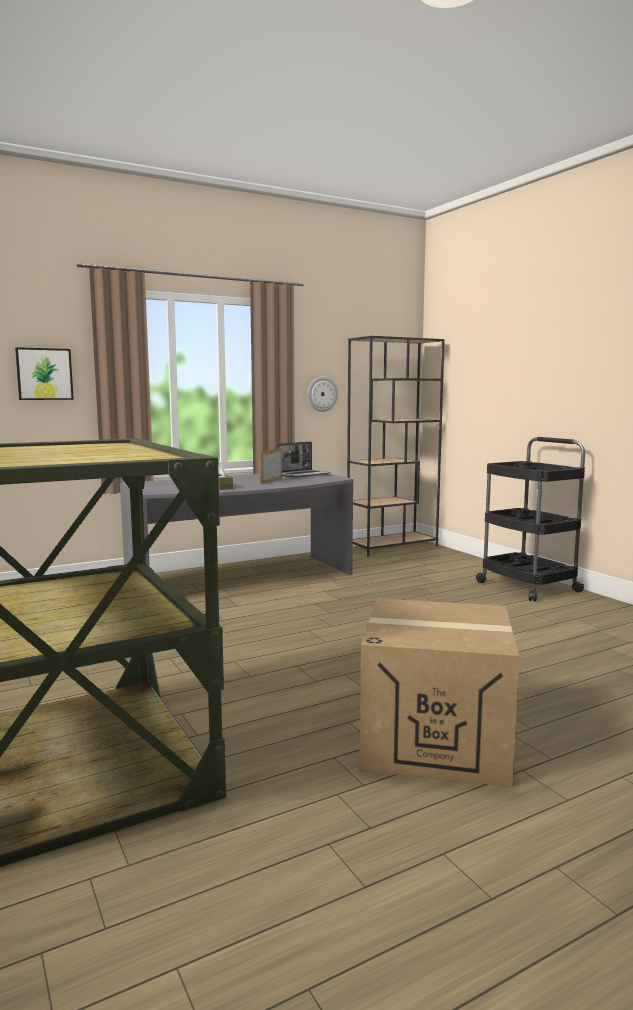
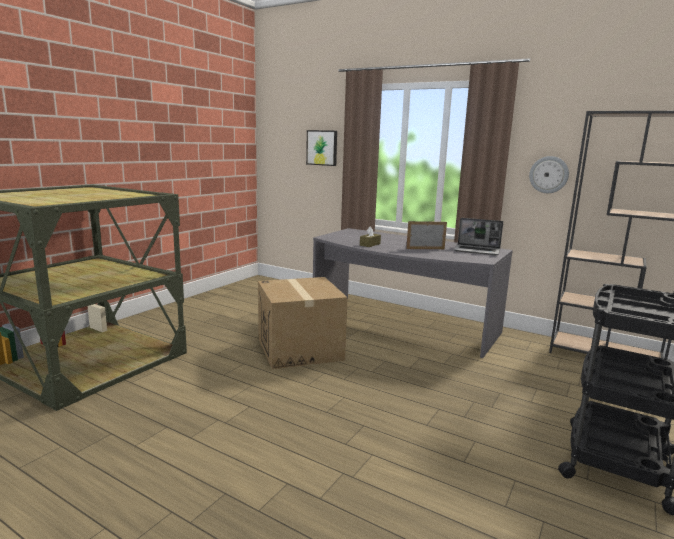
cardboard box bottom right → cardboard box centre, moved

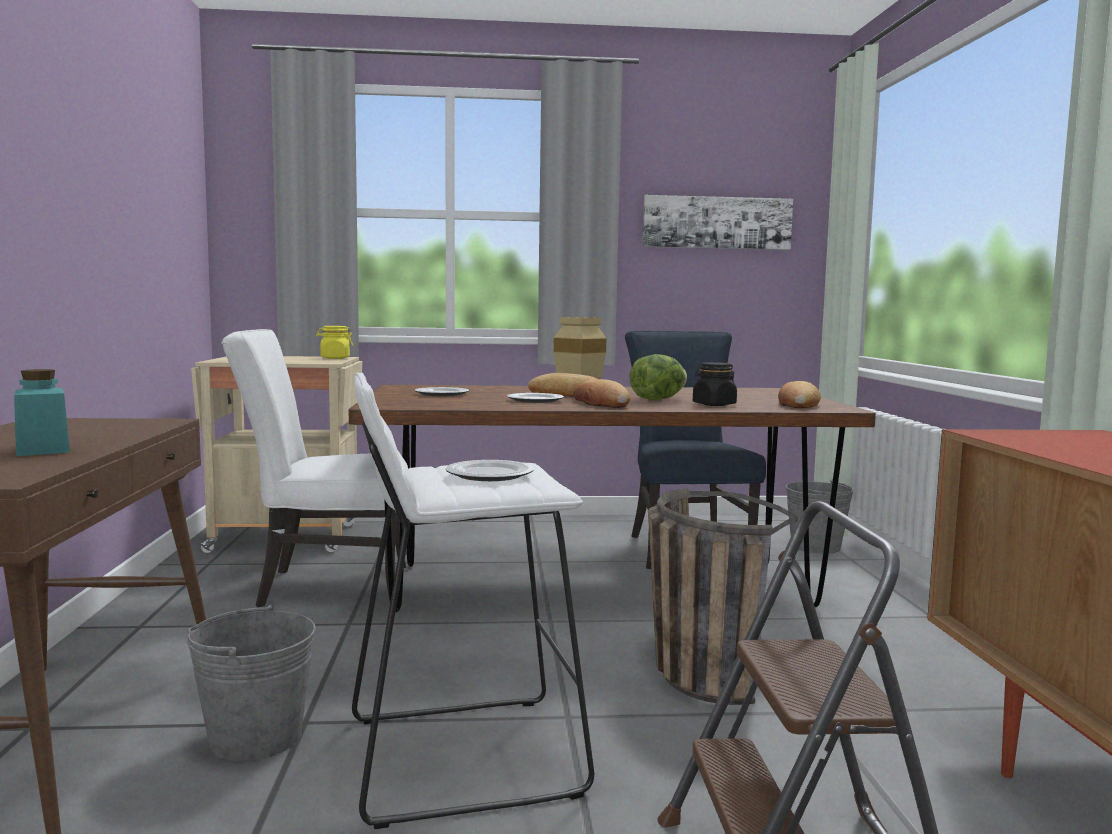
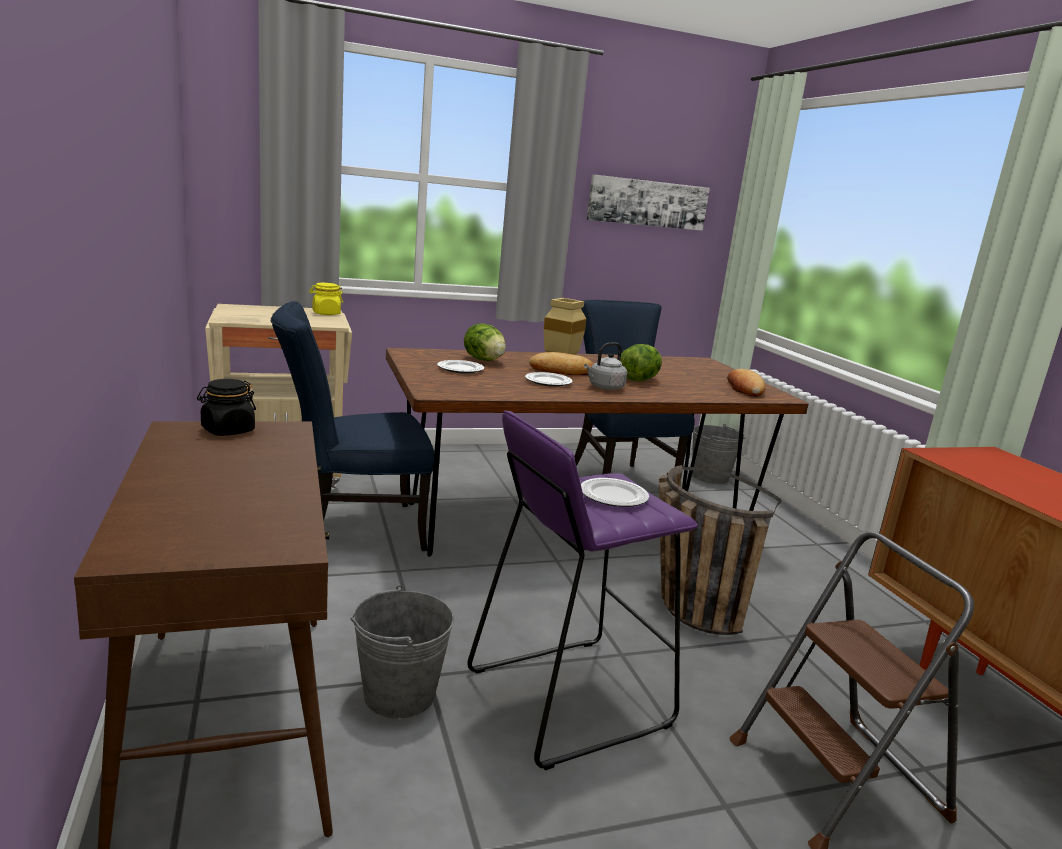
jar (turquoise) middle left → -
- → lettuce (1st from left) centre
jar (black) centre → jar (black) middle left, moved
bread (2nd from left) centre → kettle (grey) centre
chair (white) middle left → chair (blue) (1st from left) middle left
stool (white) bottom centre → stool (purple) bottom centre

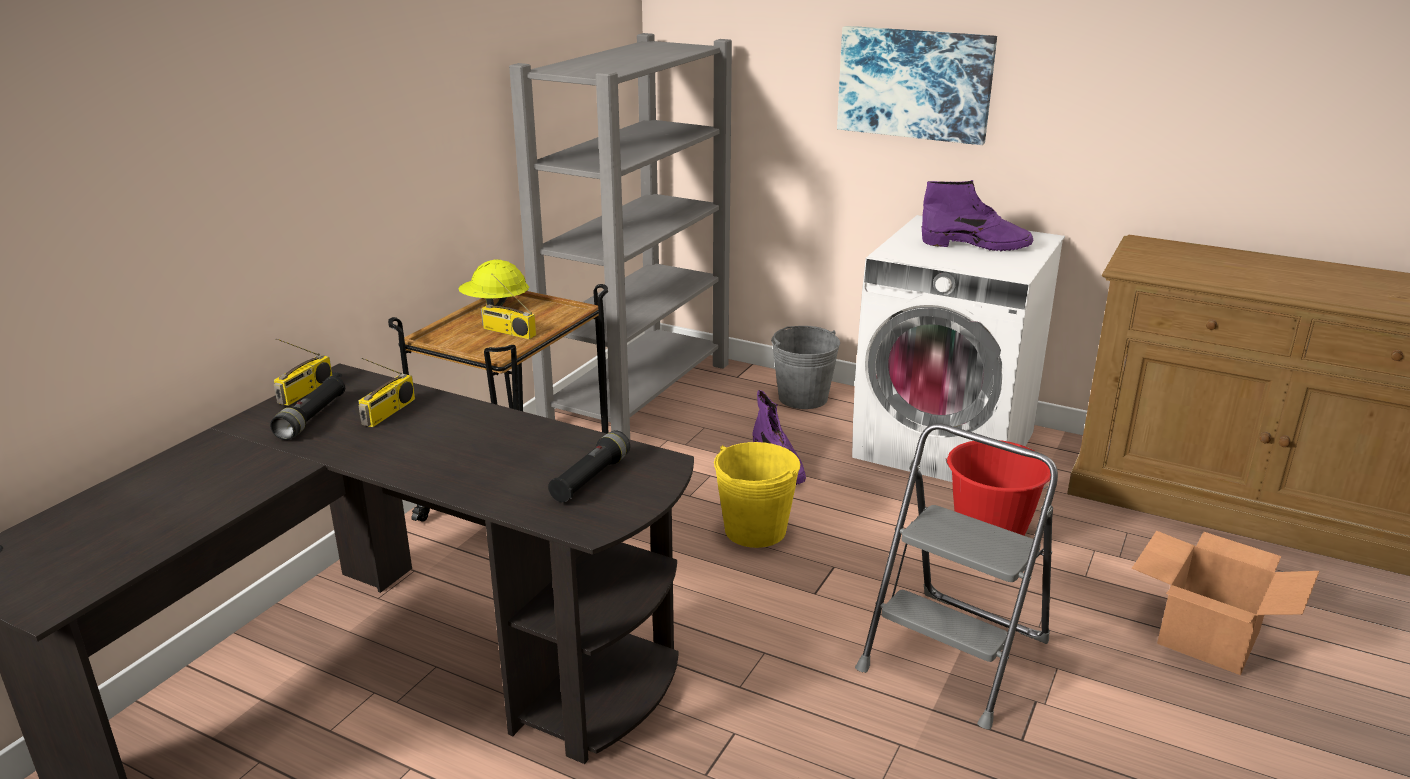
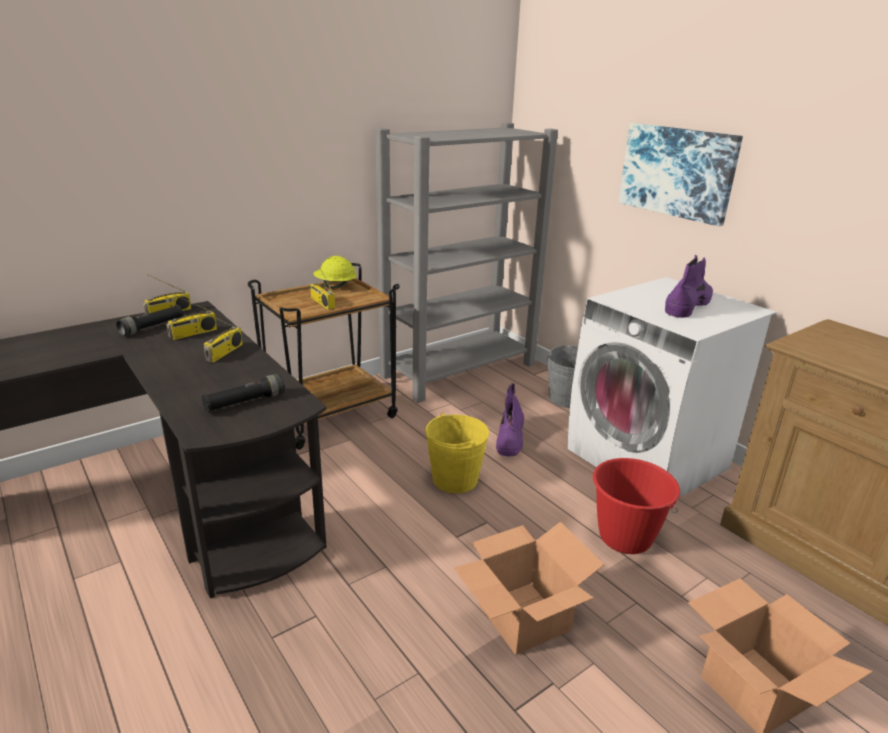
- → radio (3rd from left) middle left
step ladder (grey) bottom right → cardboard box (1st from left) bottom centre
boot (purple) (2nd from left) top right → boot (purple) (2nd from left) middle right, 90 degrees counterclockwise

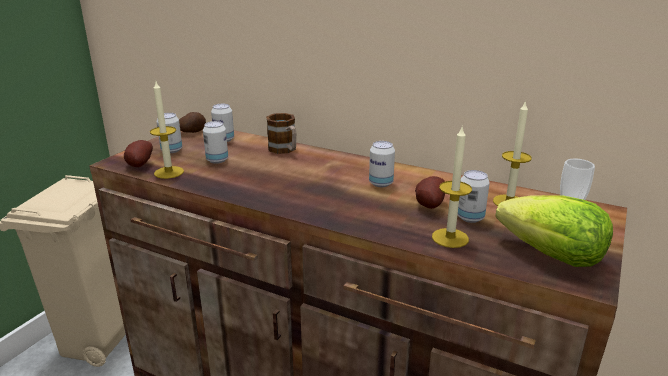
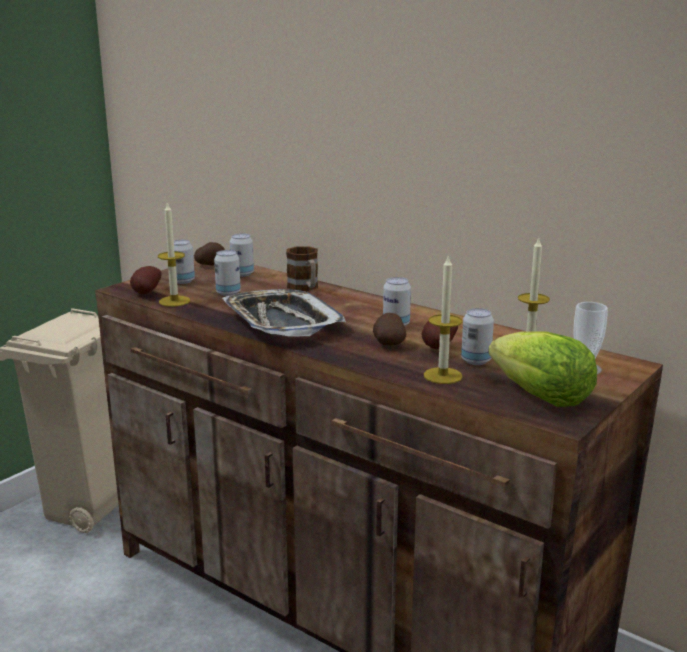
- → tray centre
- → potato (3rd from left) centre

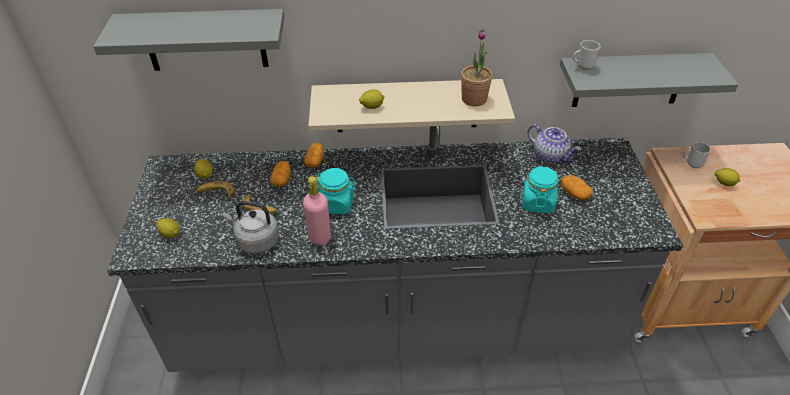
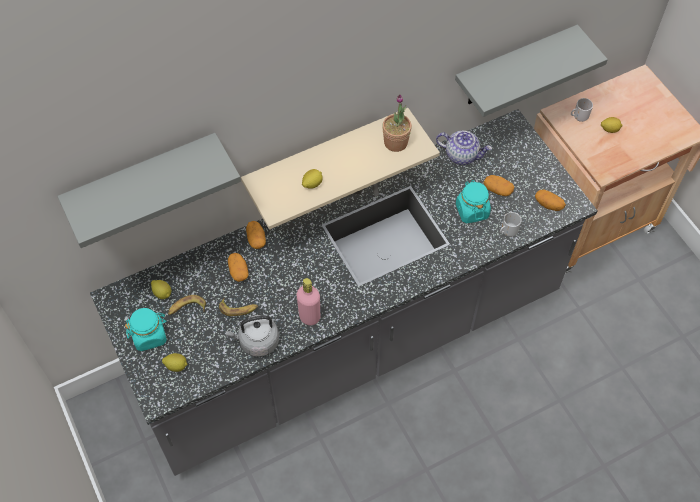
- → potato (4th from left) middle right
jar (turquoise) (1st from left) centre → jar (turquoise) (1st from left) middle left, moved
mug (1st from left) top right → mug (1st from left) middle right, moved

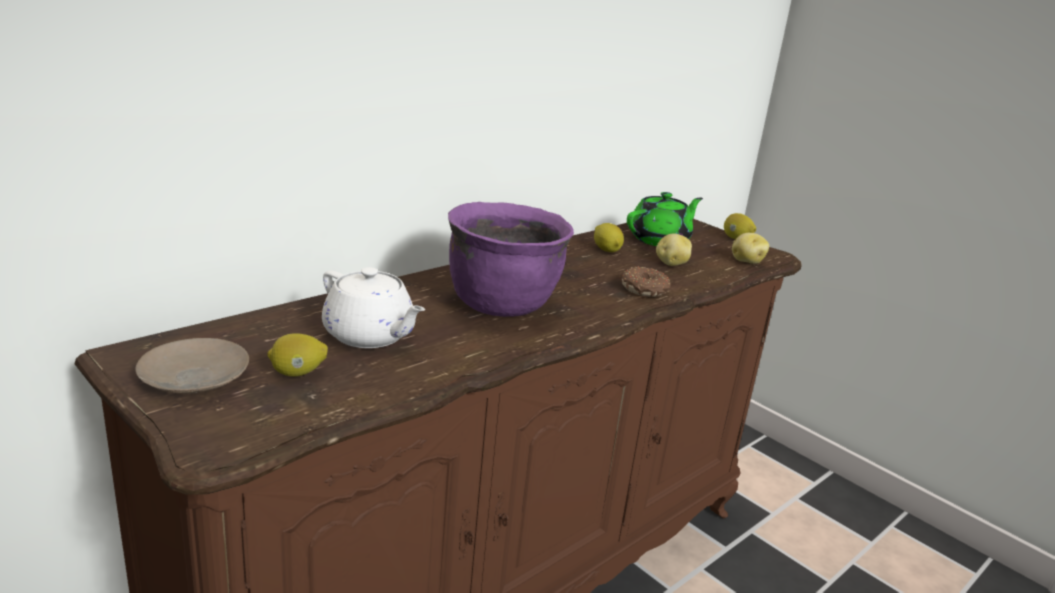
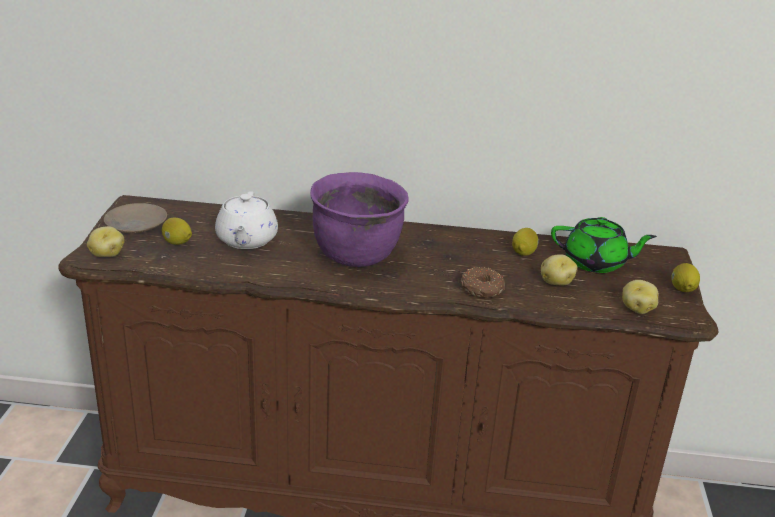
- → potato (1st from left) middle left

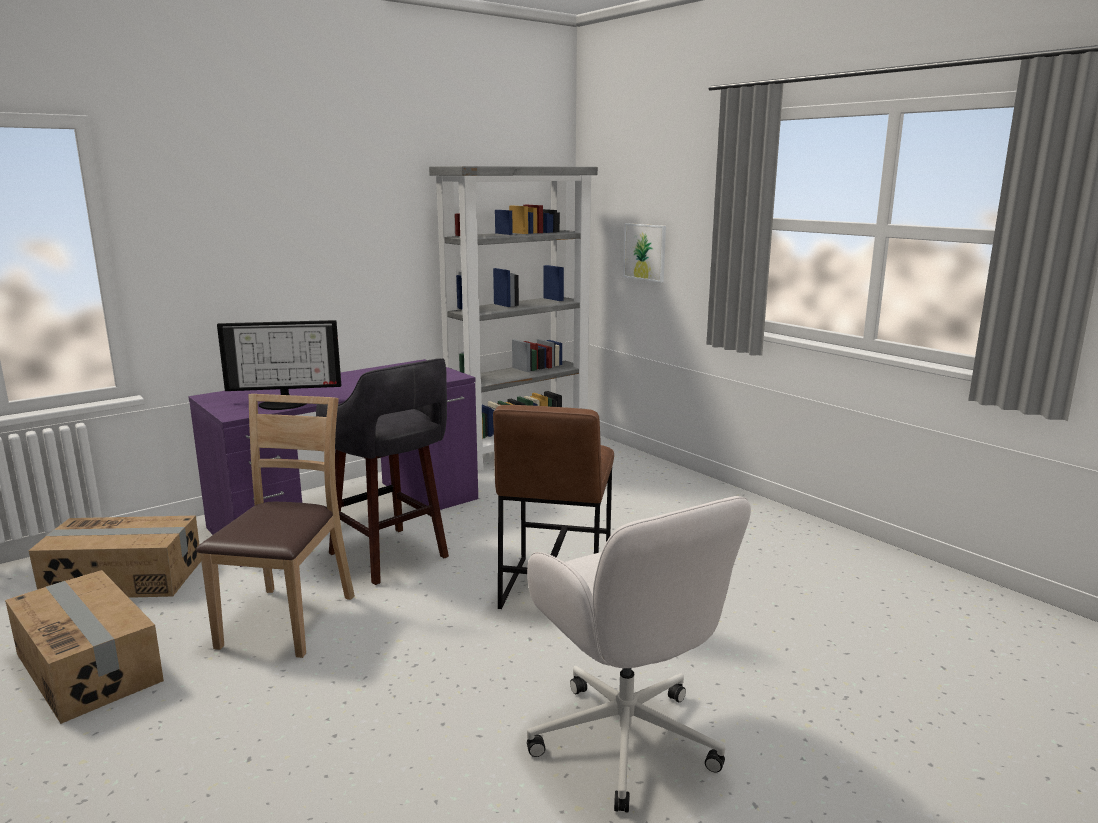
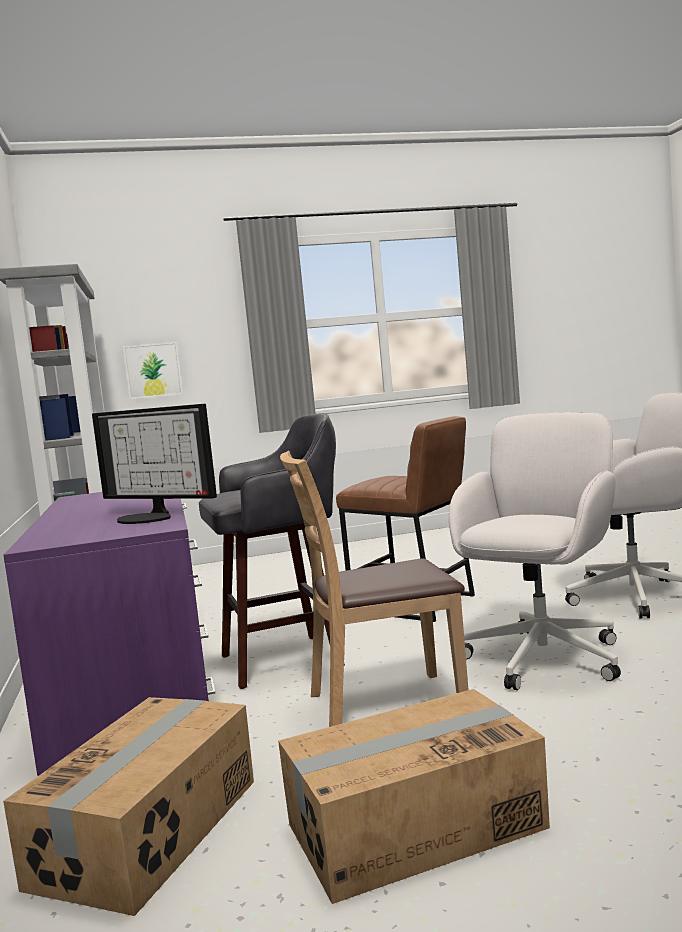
- → office chair (white) (1st from left) middle right
chair (brown) (1st from left) middle left → chair (brown) (1st from left) centre, 45 degrees counterclockwise
monitor middle left, 105 degrees clockwise

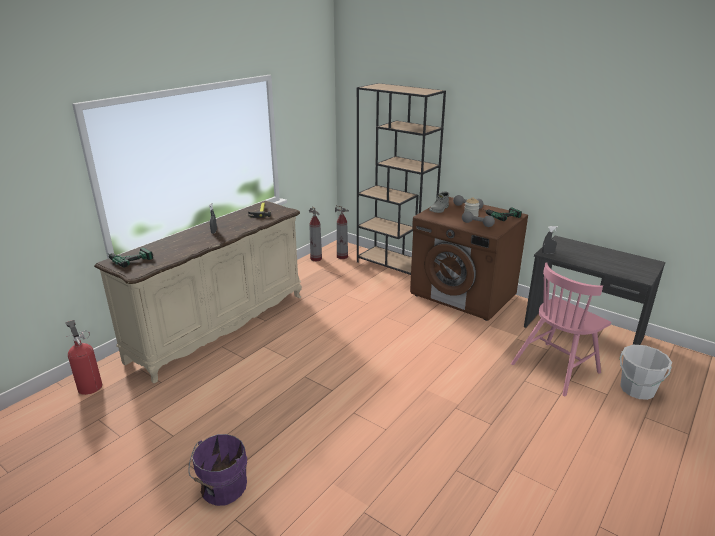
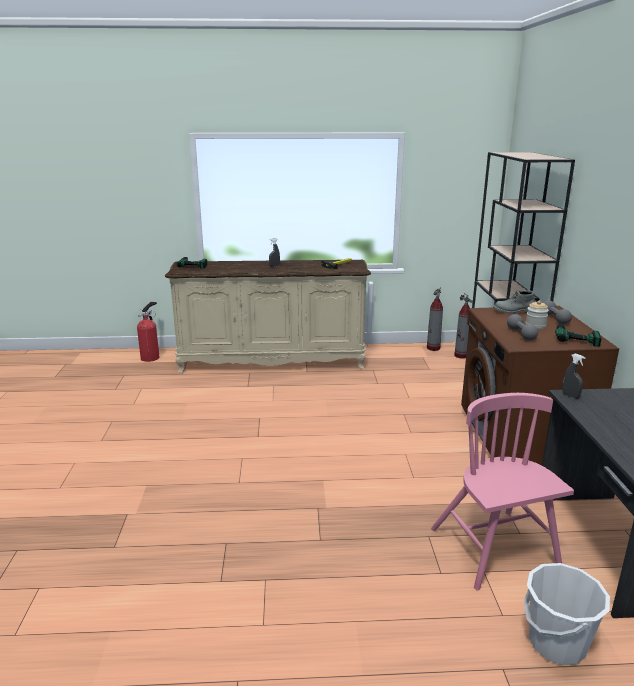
bucket (purple) bottom left → -
chair (pink) middle right → chair (pink) bottom right, 60 degrees clockwise

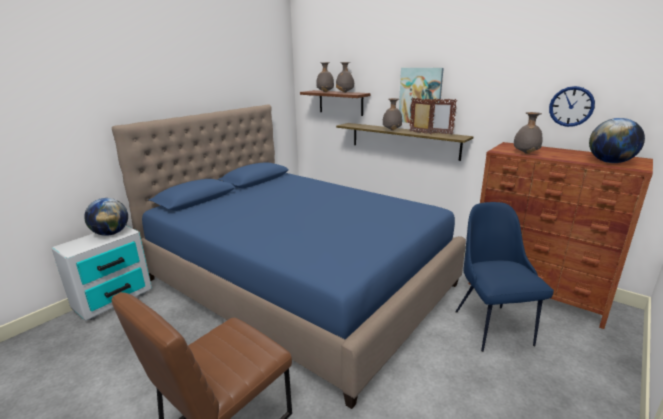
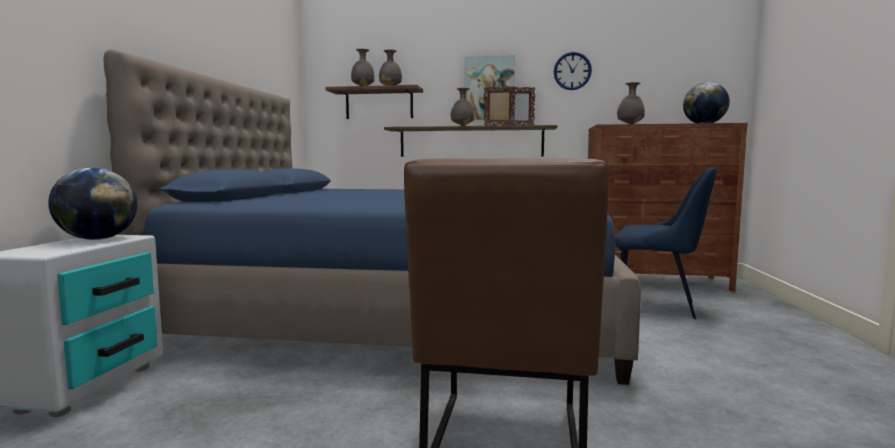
wall clock top right → wall clock top centre, moved
chair (blue) middle right, 150 degrees clockwise

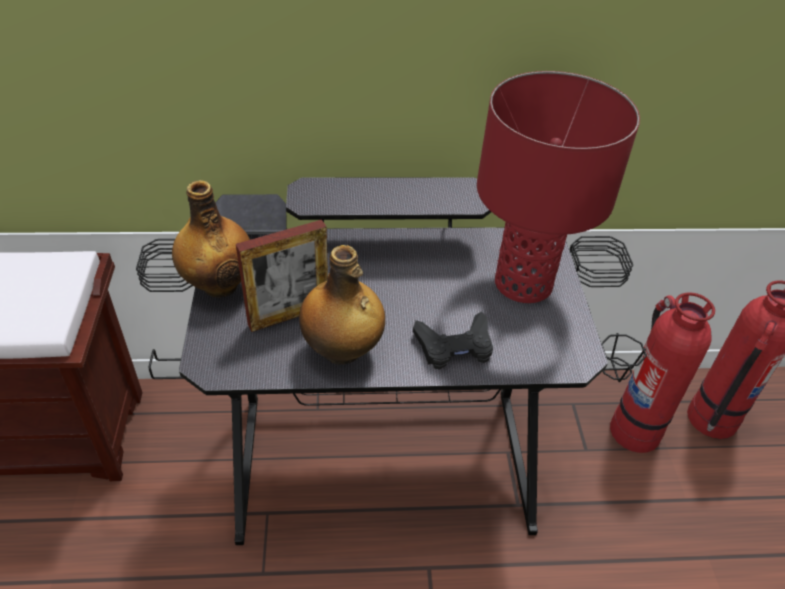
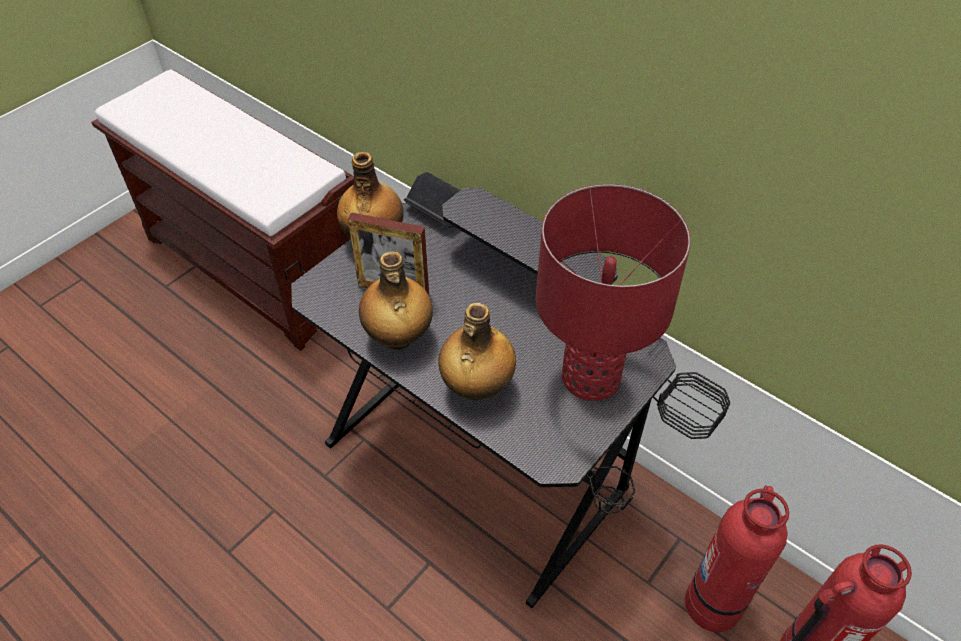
game controller (black) centre → bottle (3rd from left) centre

